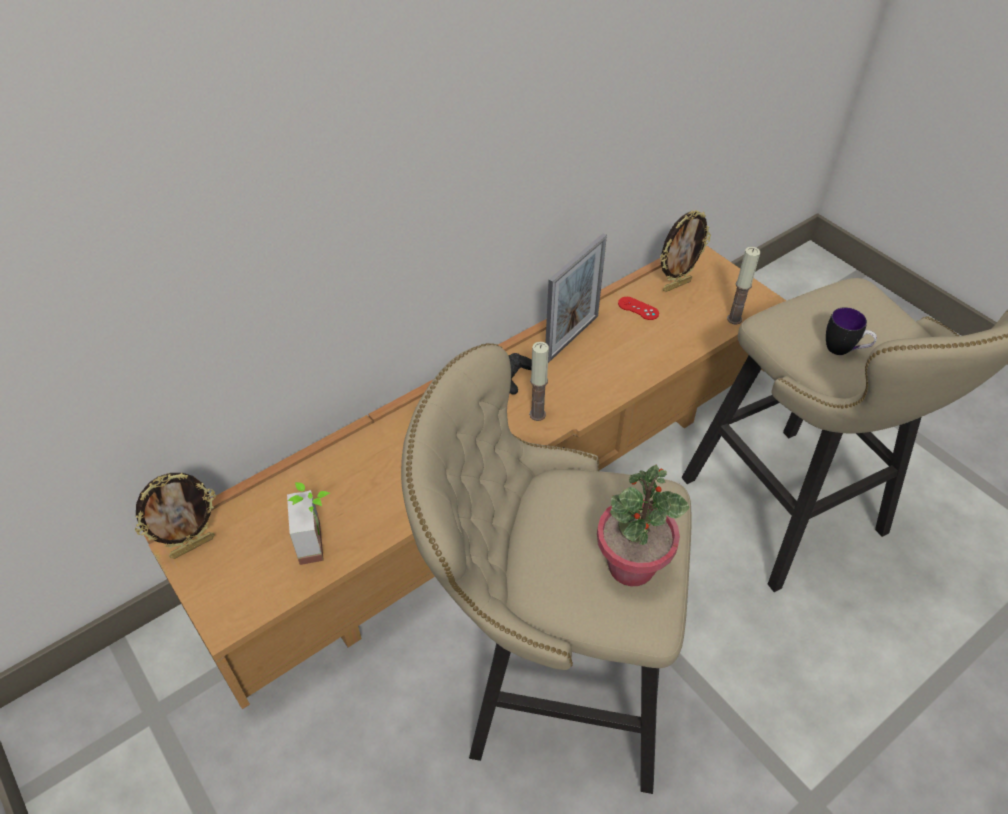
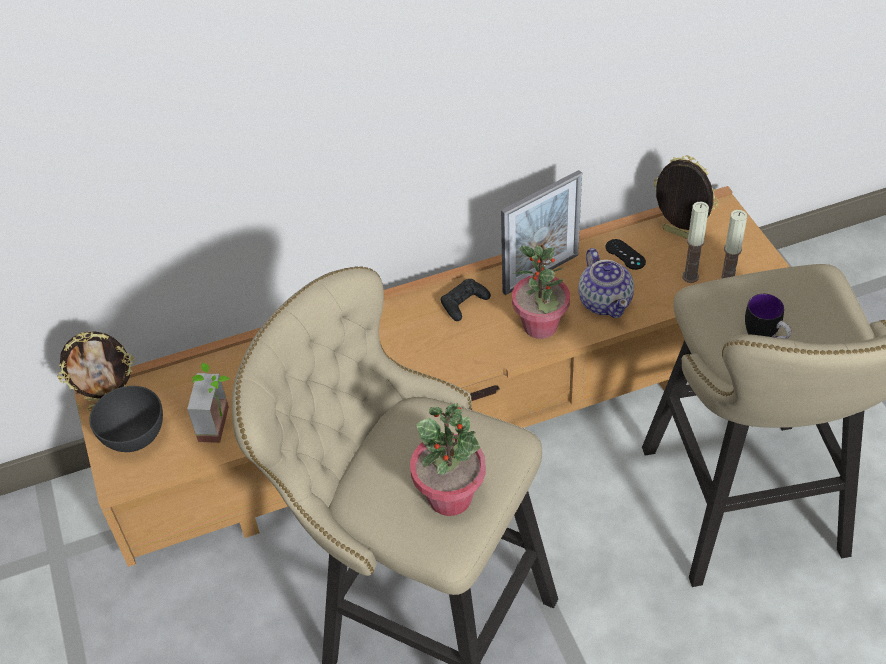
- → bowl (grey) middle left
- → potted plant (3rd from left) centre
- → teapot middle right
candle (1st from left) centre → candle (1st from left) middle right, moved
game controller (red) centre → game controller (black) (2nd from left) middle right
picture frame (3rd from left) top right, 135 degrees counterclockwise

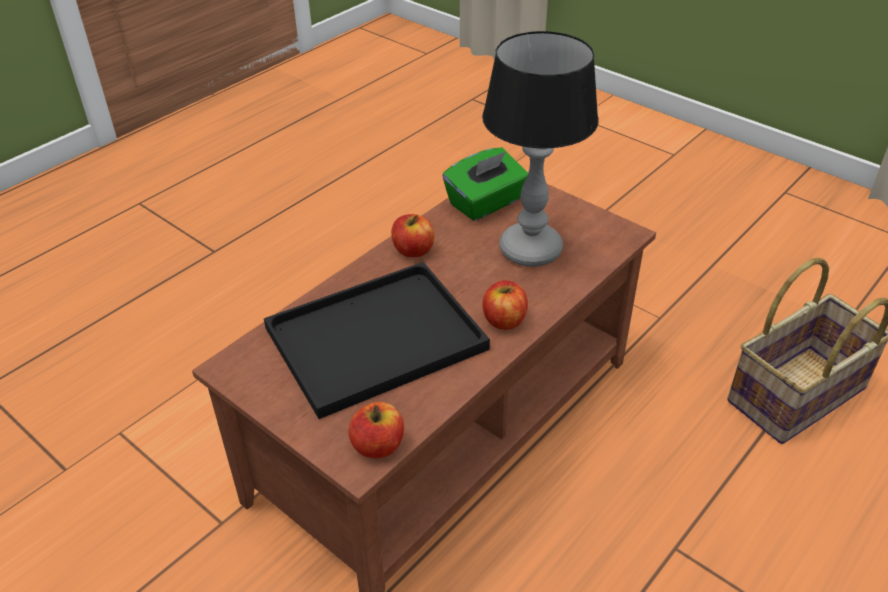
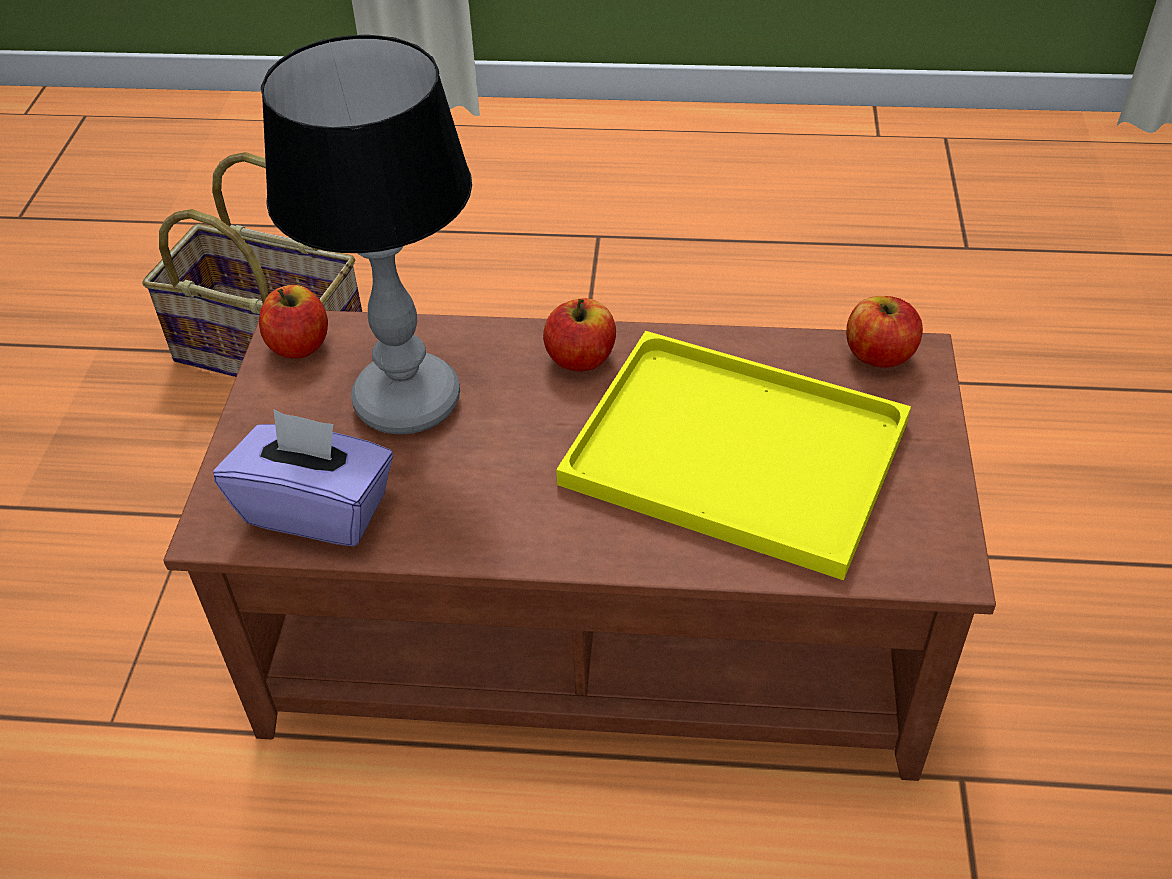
apple (2nd from left in the first image) centre → apple (1st from left) middle left, moved
tray (black) centre → tray (yellow) centre
tissue box (green) top centre → tissue box (purple) middle left

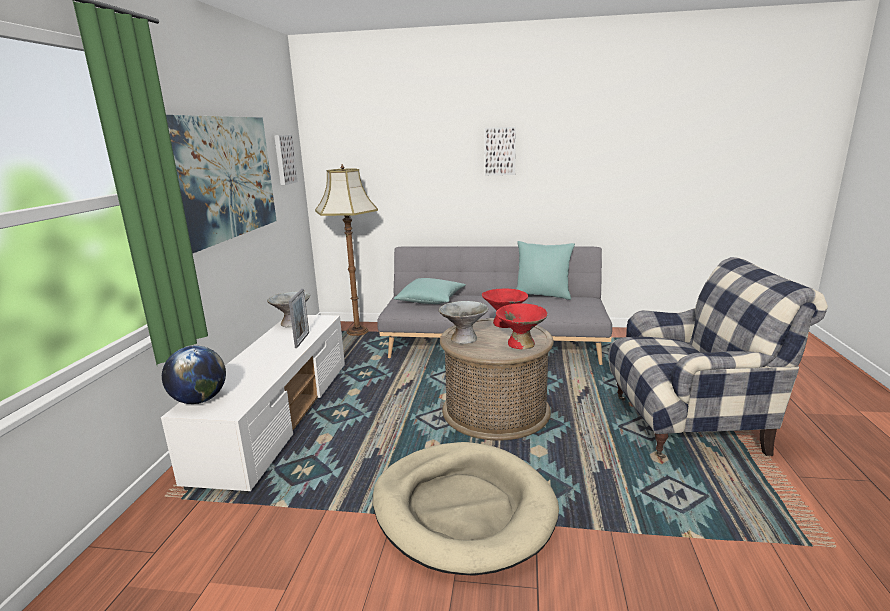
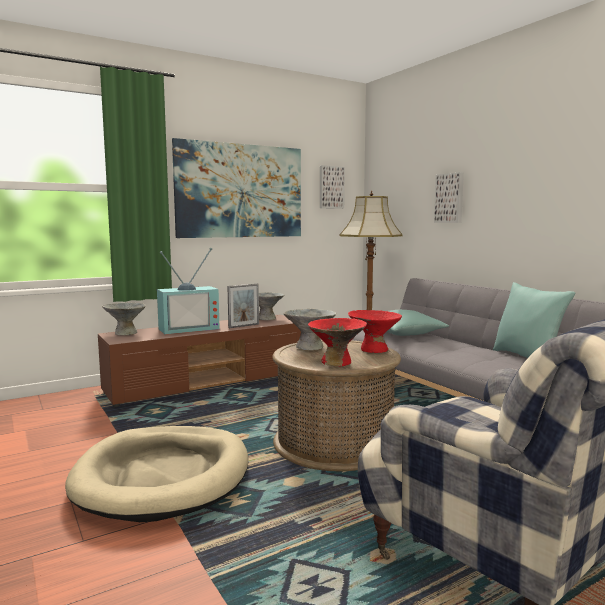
- → television middle left
picture (3rd from left) top centre → picture (3rd from left) top right, moved
globe middle left → bowl (grey) (1st from left) middle left
tv stand (white) middle left → tv stand (brown) middle left

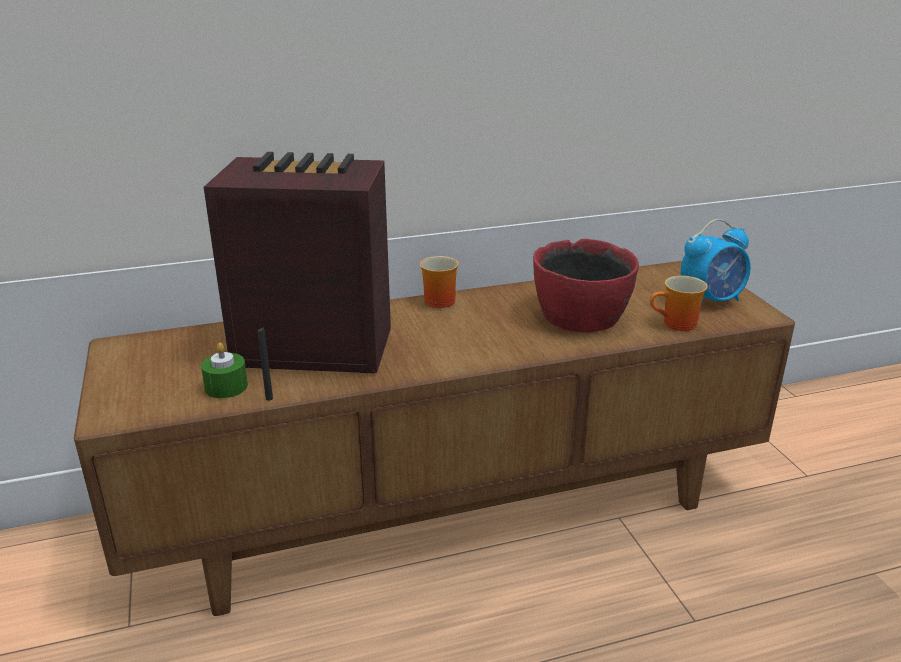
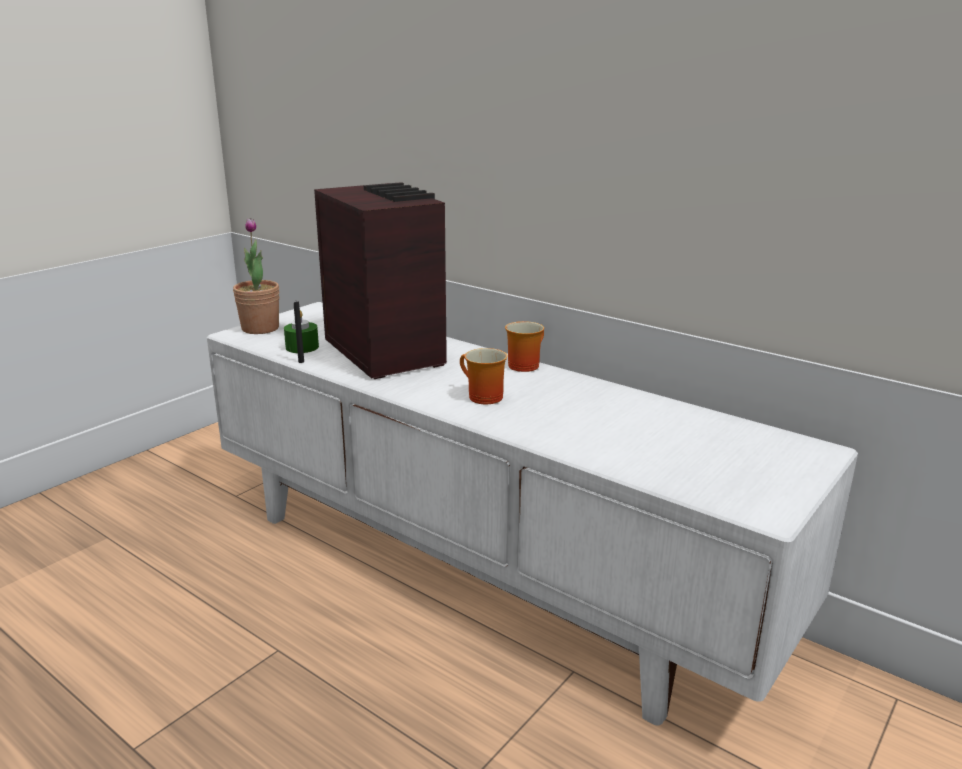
bowl (red) centre → -
alarm clock middle right → -
- → potted plant middle left
mug (2nd from left in the first image) middle right → mug (1st from left) centre, moved
tv stand (brown) centre → tv stand (white) bottom centre

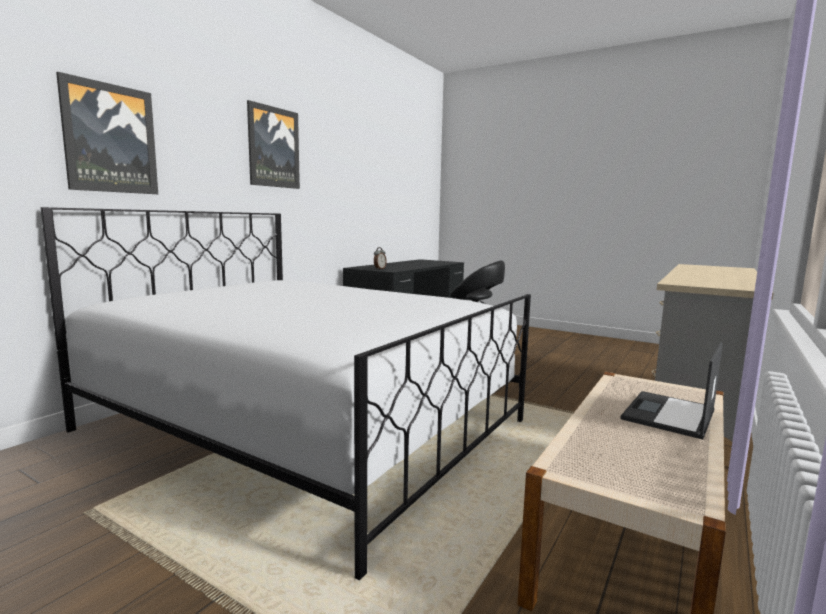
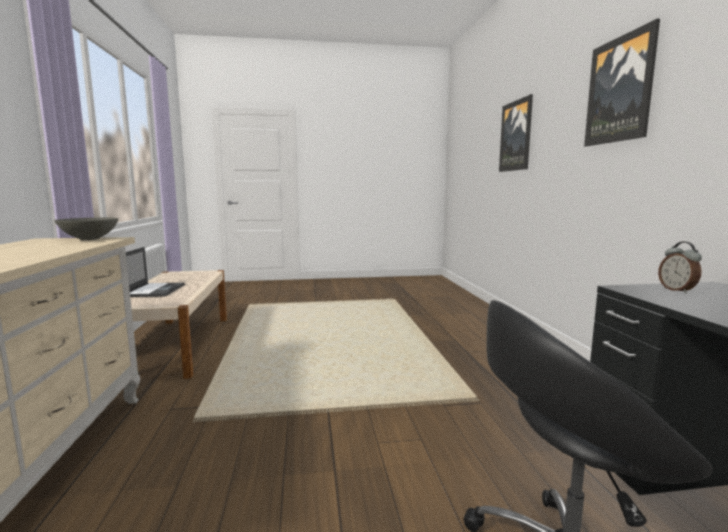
bed (white) centre → -
- → bowl (grey) middle left

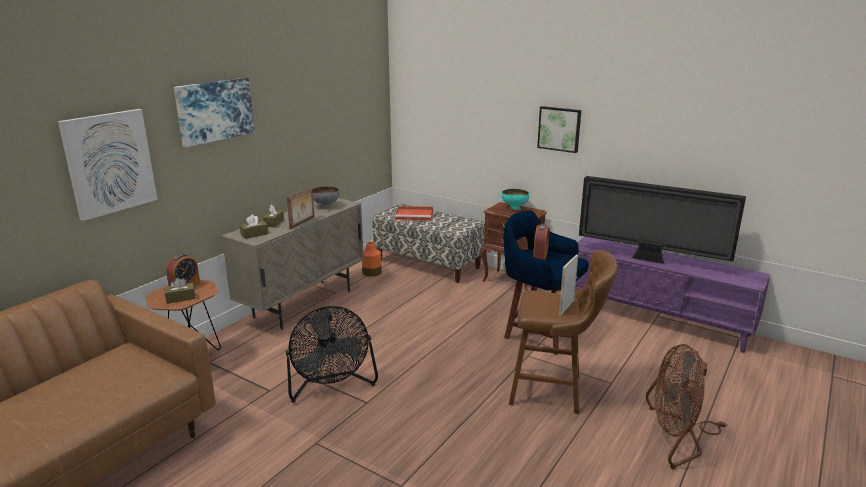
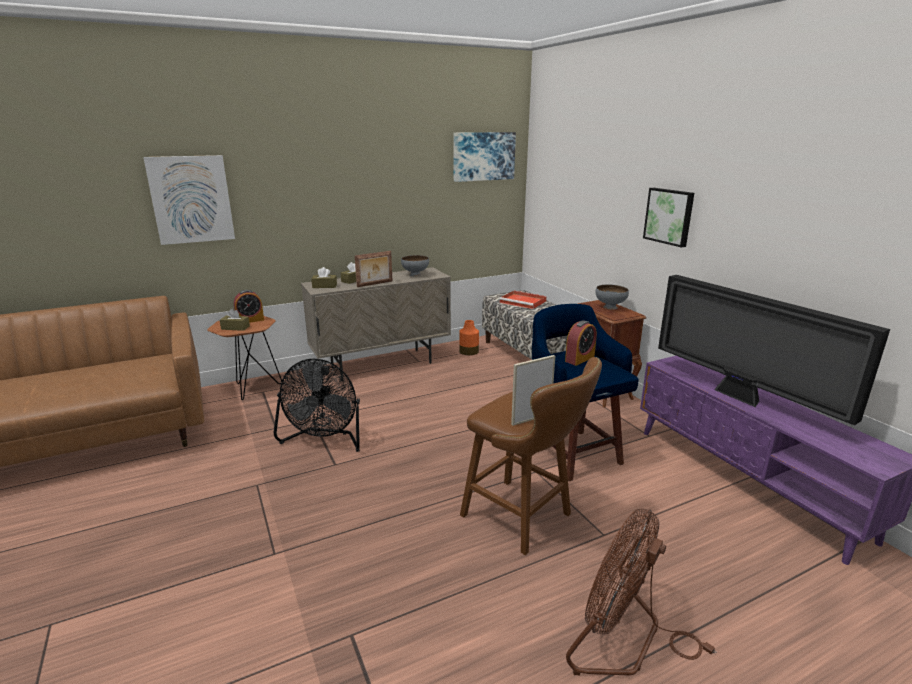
picture (2nd from left) top left → picture (2nd from left) top centre, moved
bowl (turquoise) centre → bowl (grey) (2nd from left) middle right

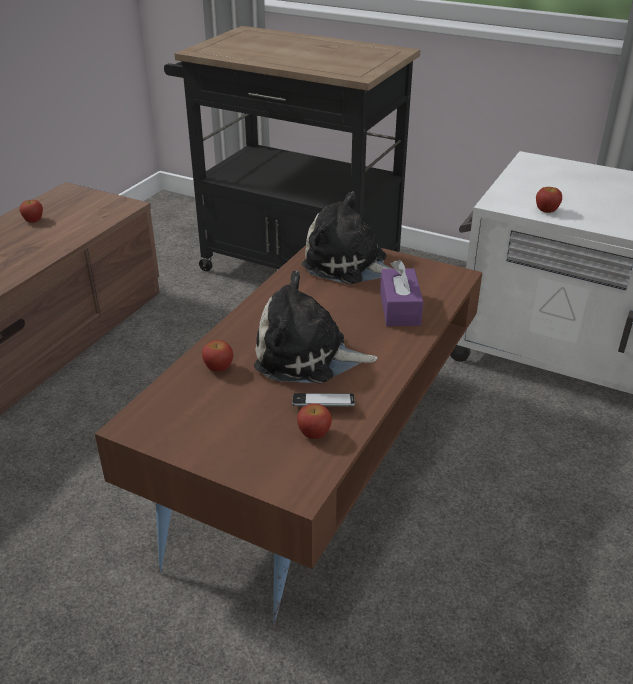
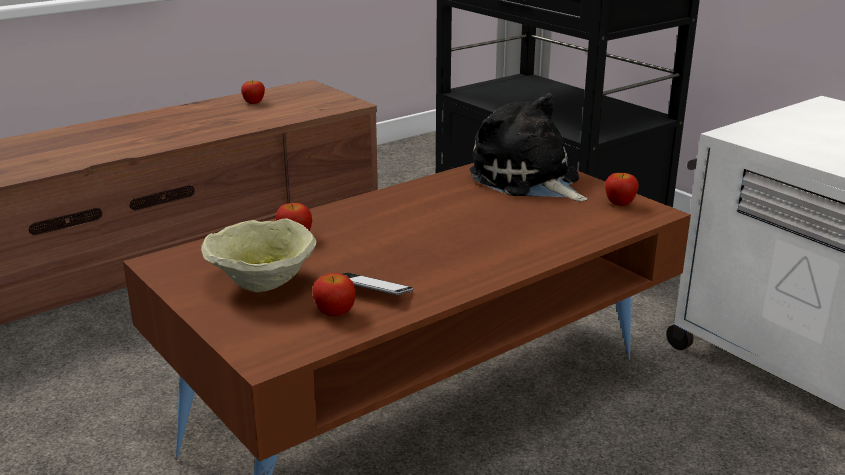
plush toy (1st from left) centre → -
tissue box (purple) centre → -
- → bowl (beige) middle left
apple (4th from left) top right → apple (4th from left) middle right, moved

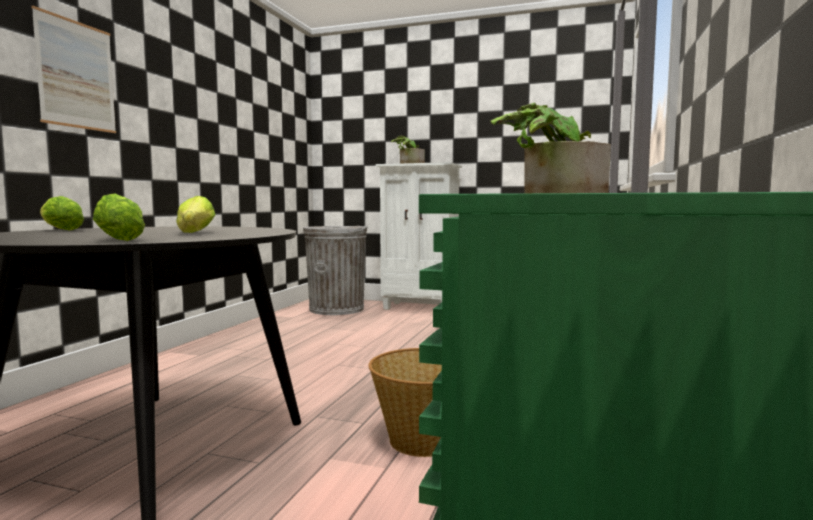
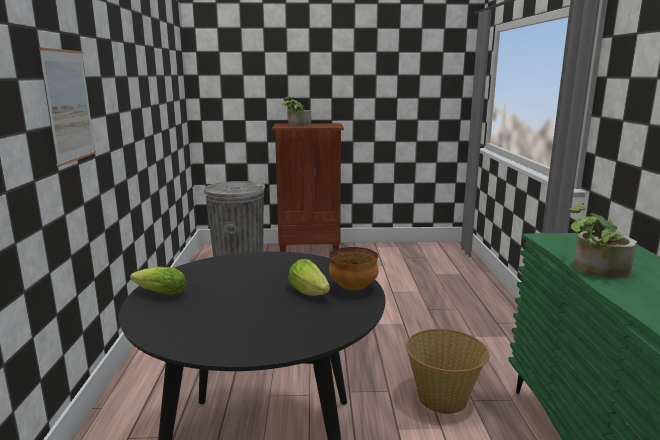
lettuce (2nd from left) middle left → -
- → bowl centre
cabinet (white) centre → cabinet (brown) centre

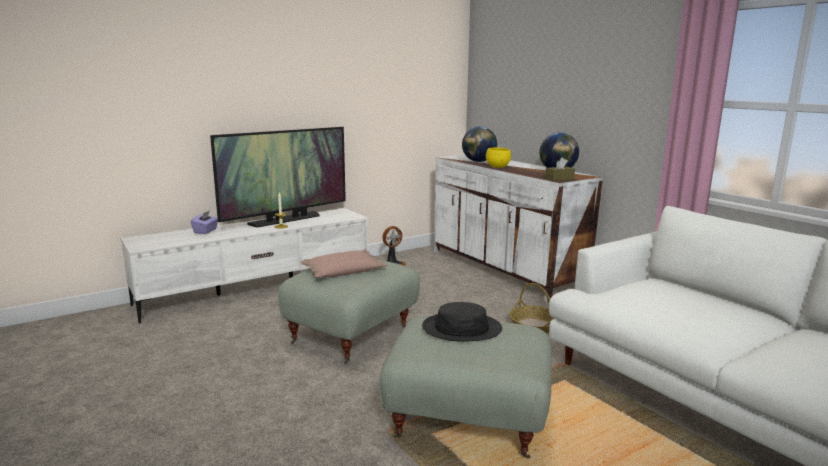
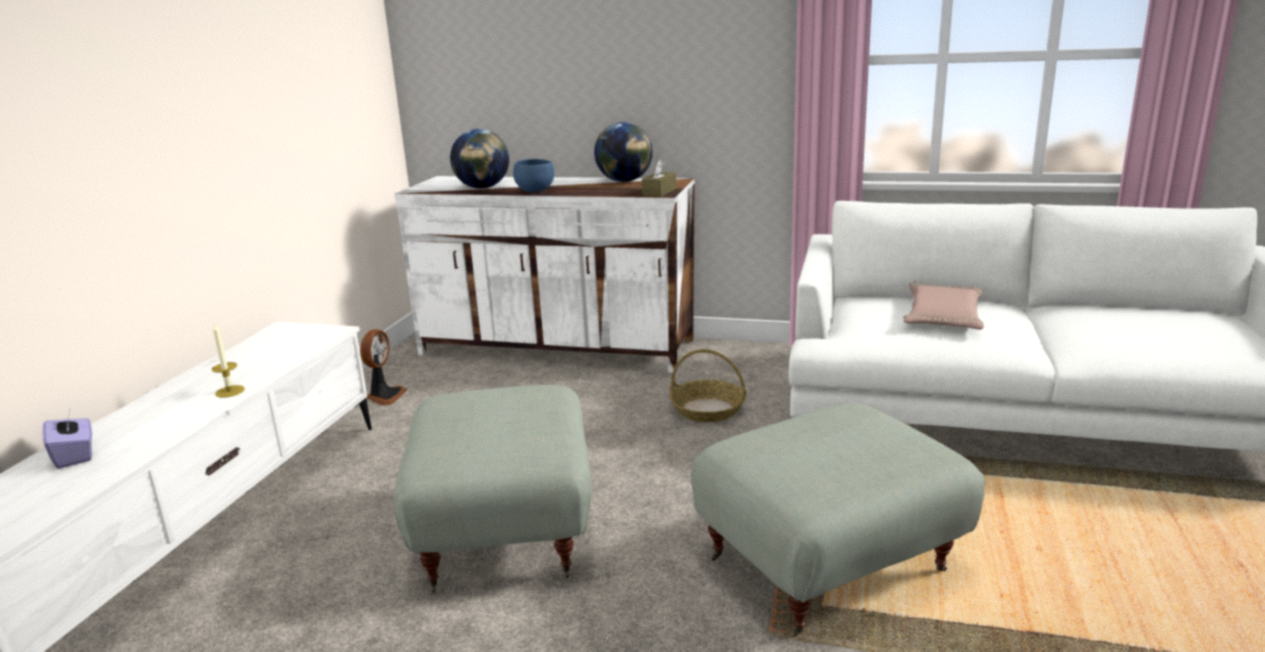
television centre → -
hat (black) bottom centre → -
pillow (beige) centre → pillow (beige) middle right, moved
bowl (yellow) centre → bowl (blue) top centre

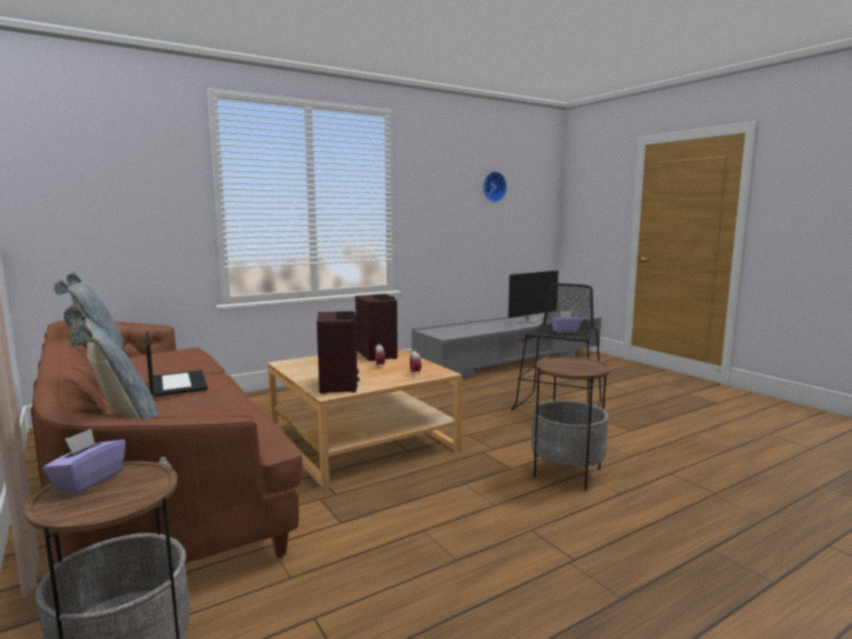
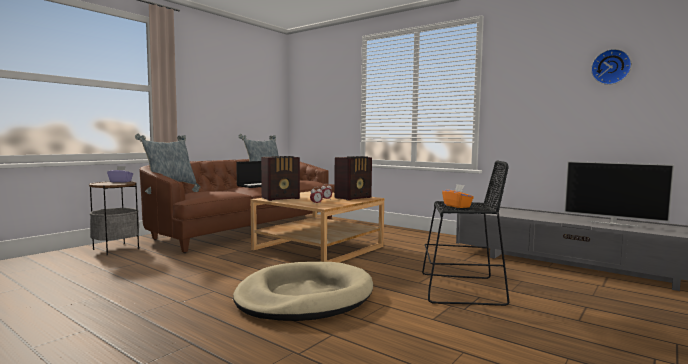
side table (2nd from left) middle right → dog bed (beige) bottom centre
tissue box (purple) (2nd from left) centre → tissue box (orange) centre

